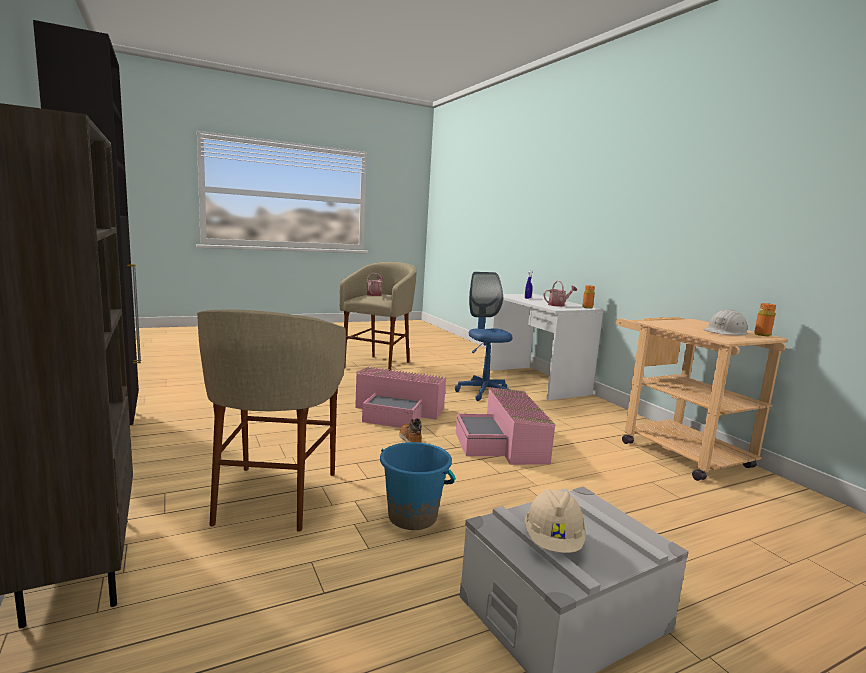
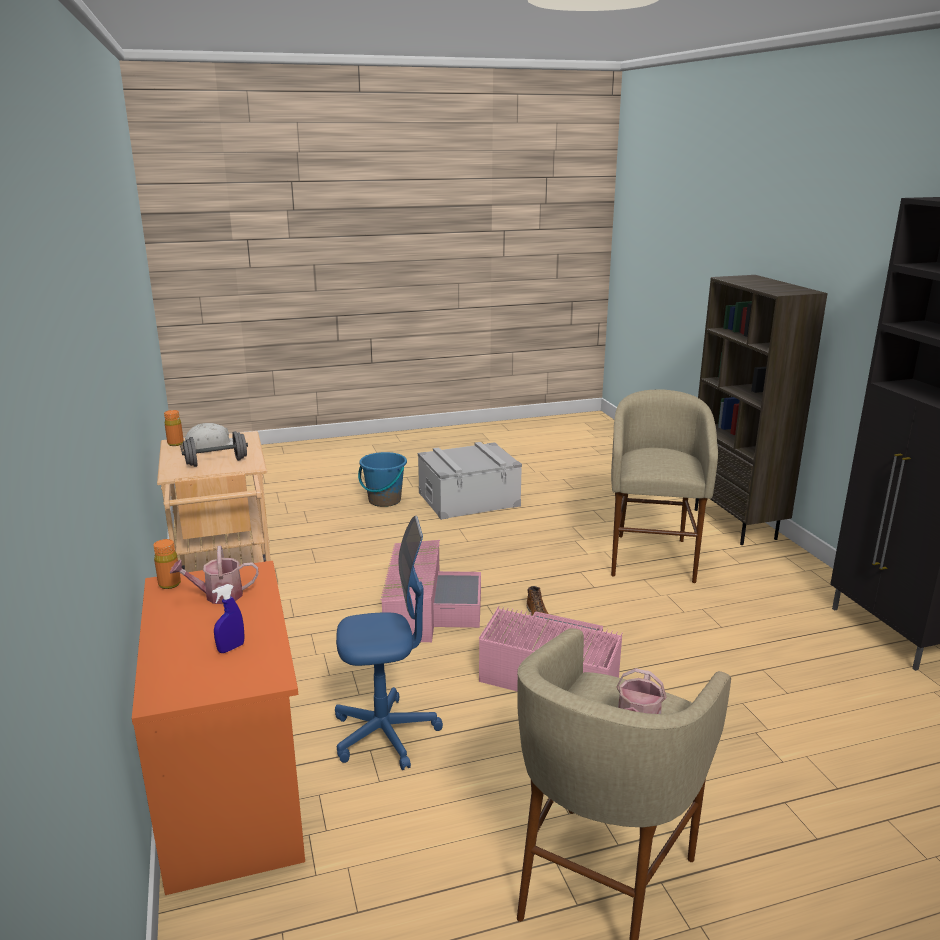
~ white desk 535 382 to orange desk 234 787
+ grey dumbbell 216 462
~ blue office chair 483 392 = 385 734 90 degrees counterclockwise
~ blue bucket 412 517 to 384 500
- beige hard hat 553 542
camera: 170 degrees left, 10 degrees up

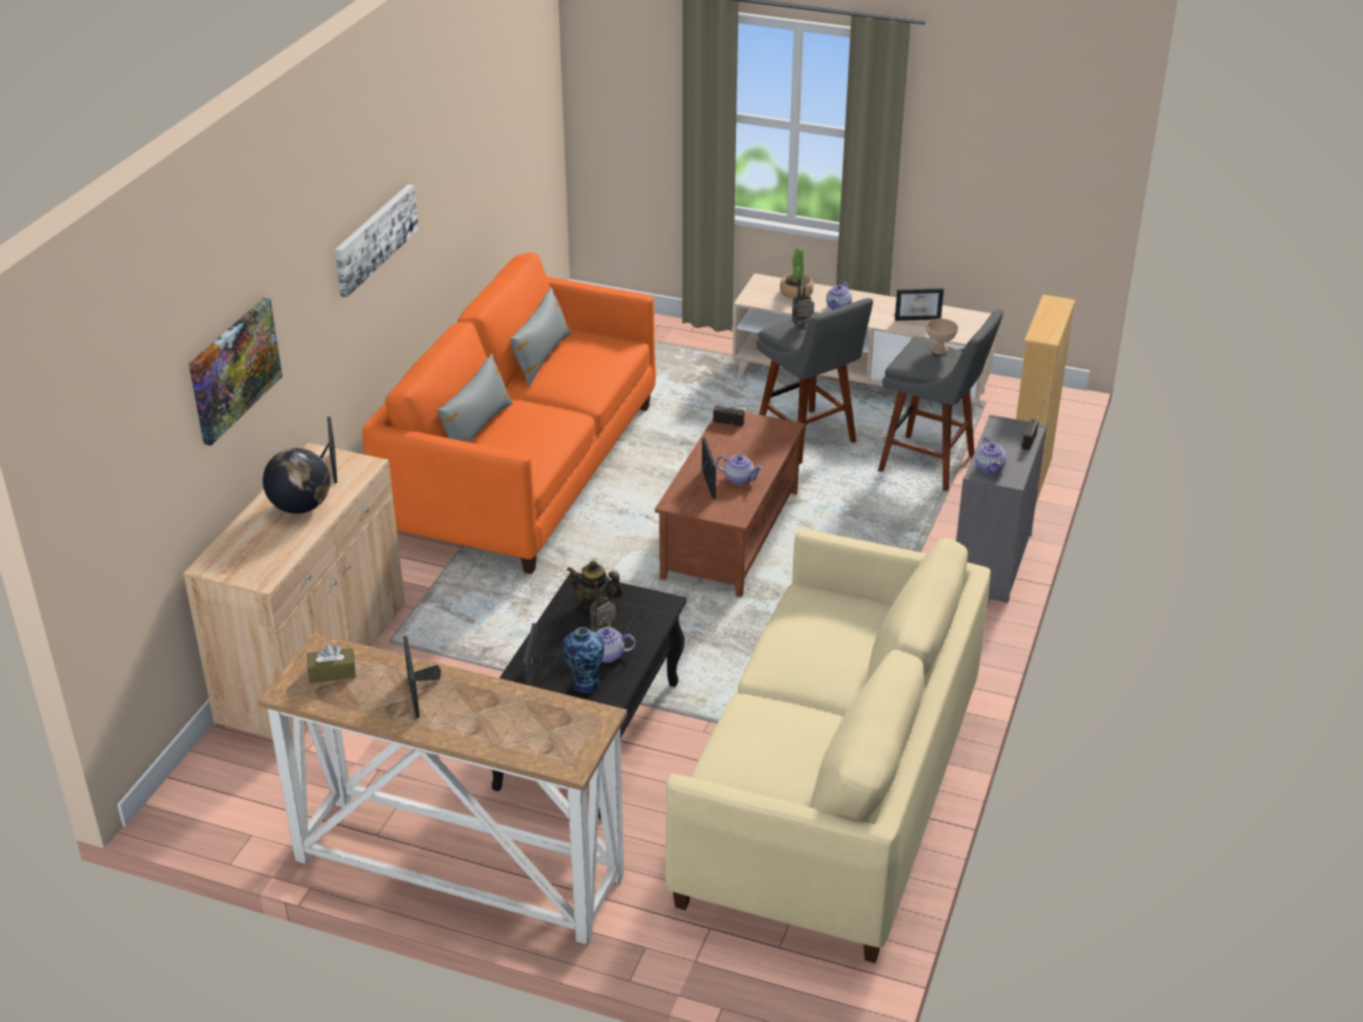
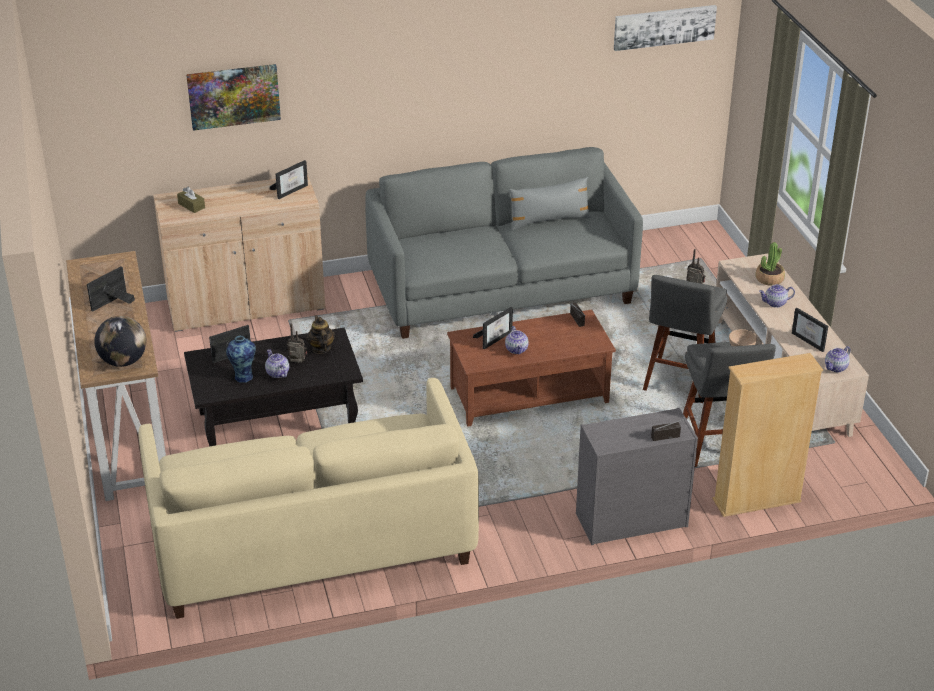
~ globe 300 507 to 123 361
~ brown tissue box 332 673 to 191 206
~ orange sofa 523 470 to grey sofa 501 289
~ picture 374 238 to 664 26
~ teapot 990 468 to 836 368
- grey pillow 477 429
camera: 55 degrees right, 0 degrees up

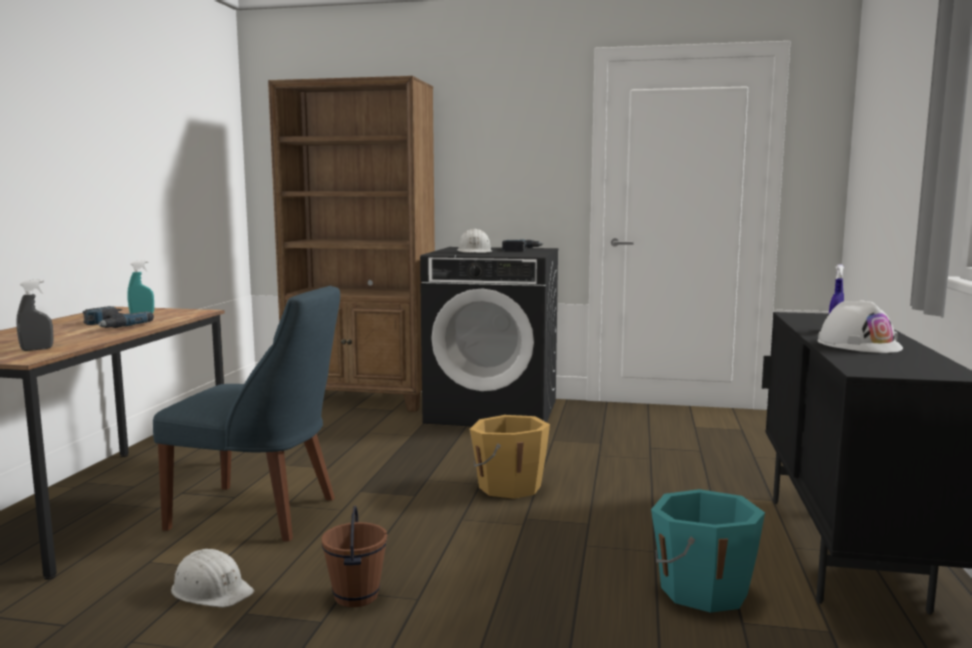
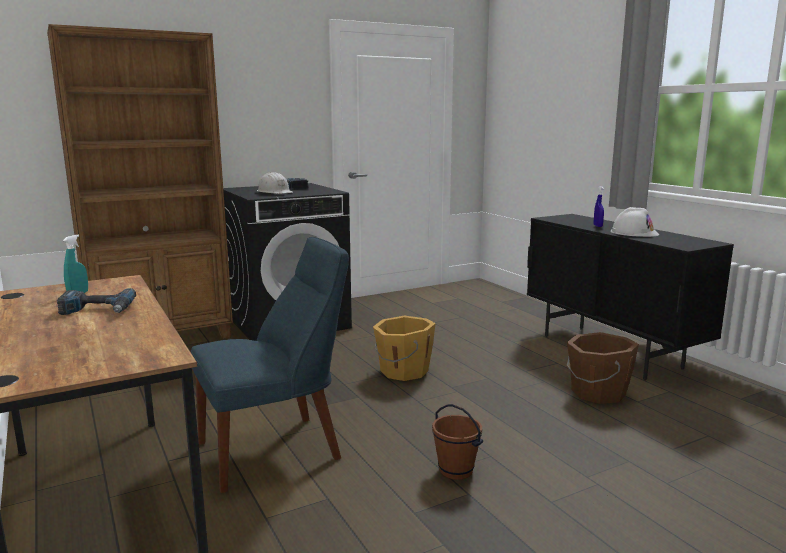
~ turquoise bucket 701 589 to brown bucket 597 393
- grey spray bottle 37 349
- white hard hat 211 590
camera: 40 degrees left, 5 degrees up

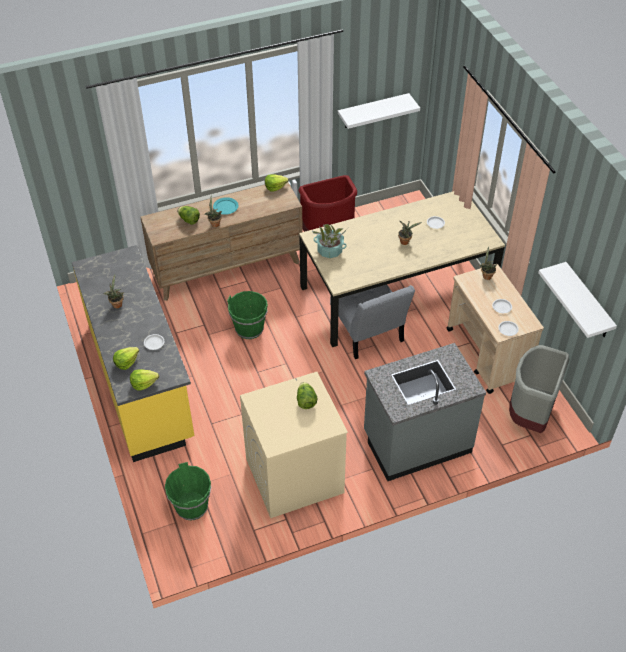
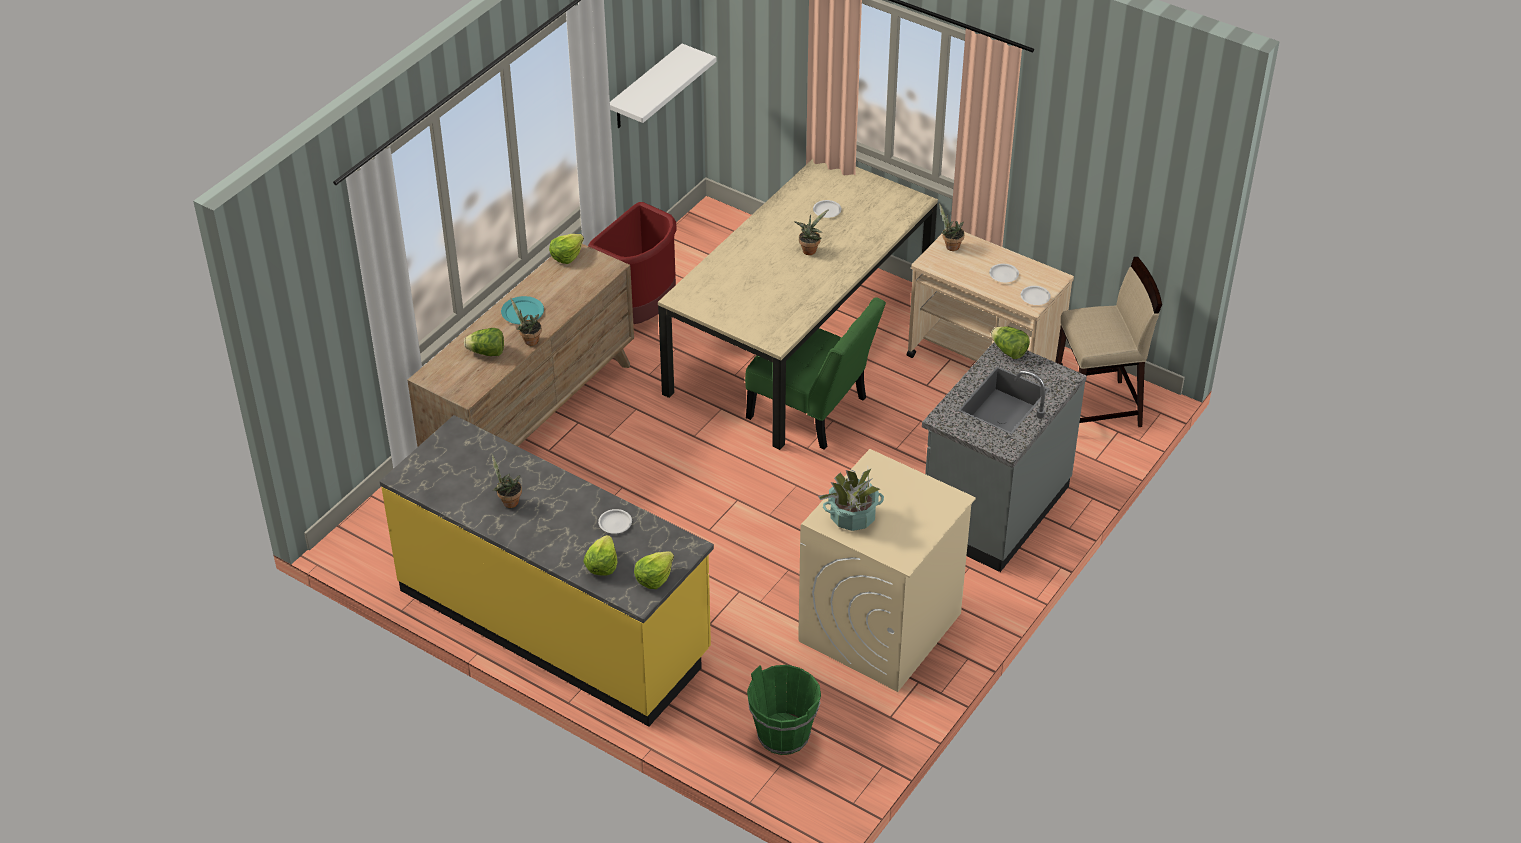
~ grey chair 368 334 to green chair 812 411
~ potted plant 329 250 to 852 516
~ lettuce 306 401 to 1009 351
~ grey trash can 530 415 to beige stool 1097 408
- green bucket 249 329
- white shelf 588 302
camera: 35 degrees left, 5 degrees down

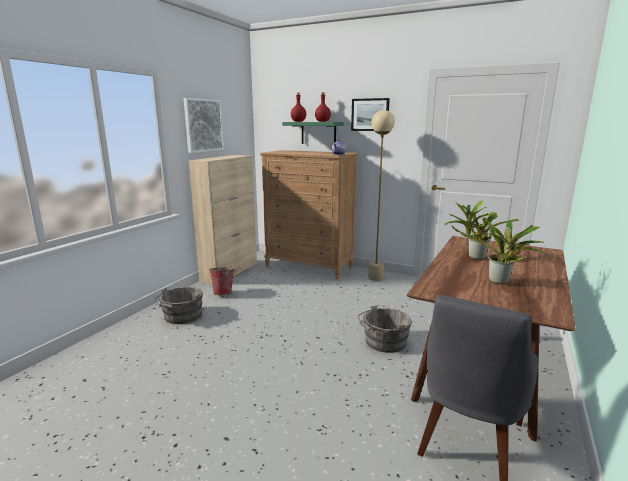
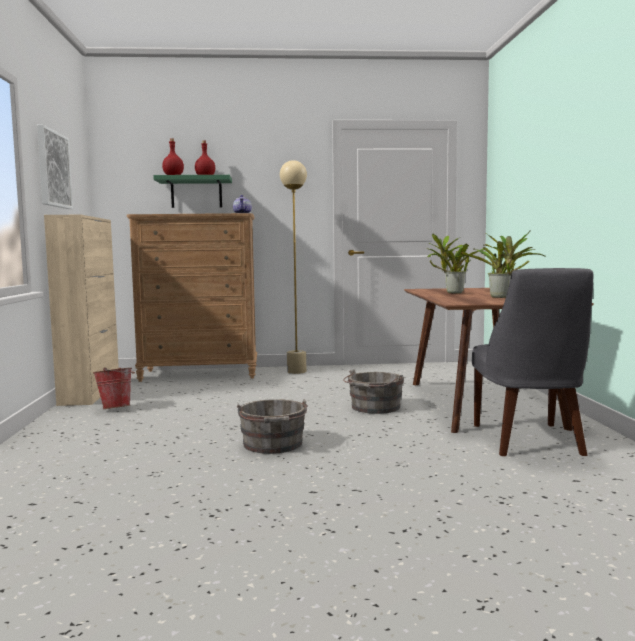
~ grey bucket 181 316 to 273 445
- picture 370 114
camera: 30 degrees left, 10 degrees down

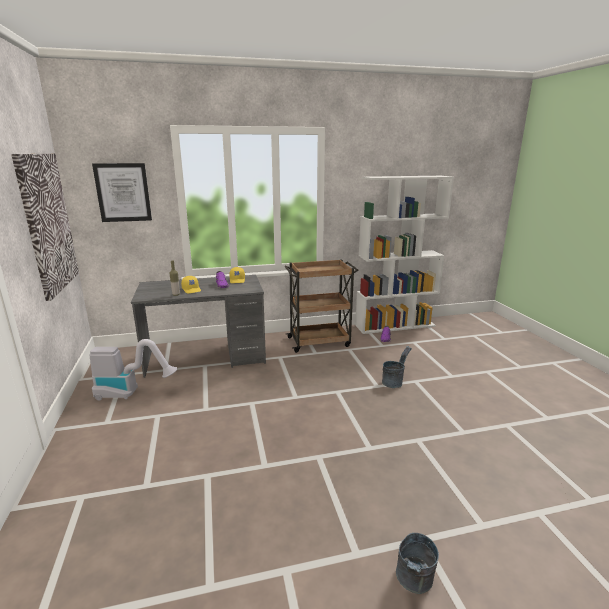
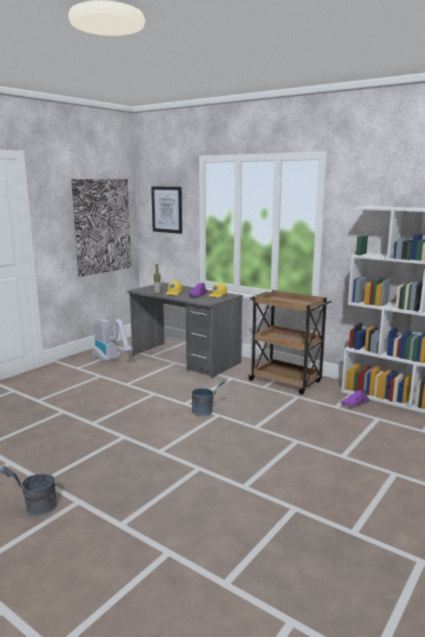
~ grey bucket 394 382 to 206 412
camera: 50 degrees right, 5 degrees down

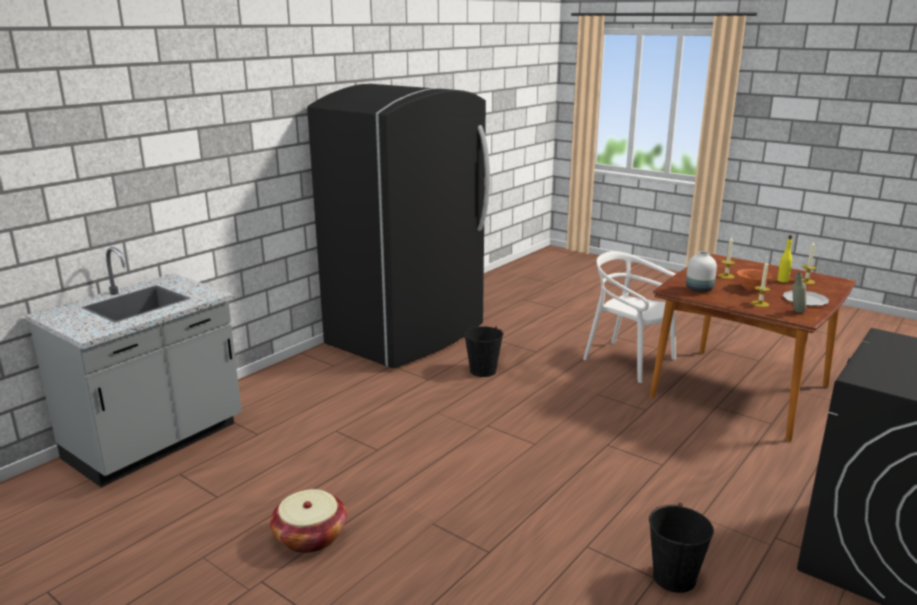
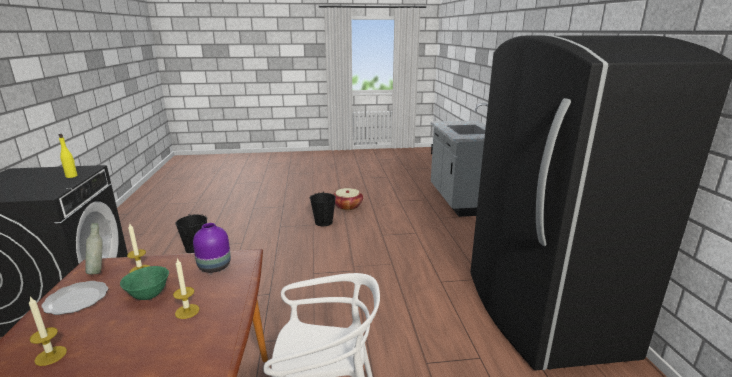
~ yellow bottle 782 280 to 72 176
~ orange bowl 752 289 to green bowl 148 295
~ white vase 698 289 to purple vase 215 267
~ black bucket 482 371 to 324 222
camera: 135 degrees right, 0 degrees up

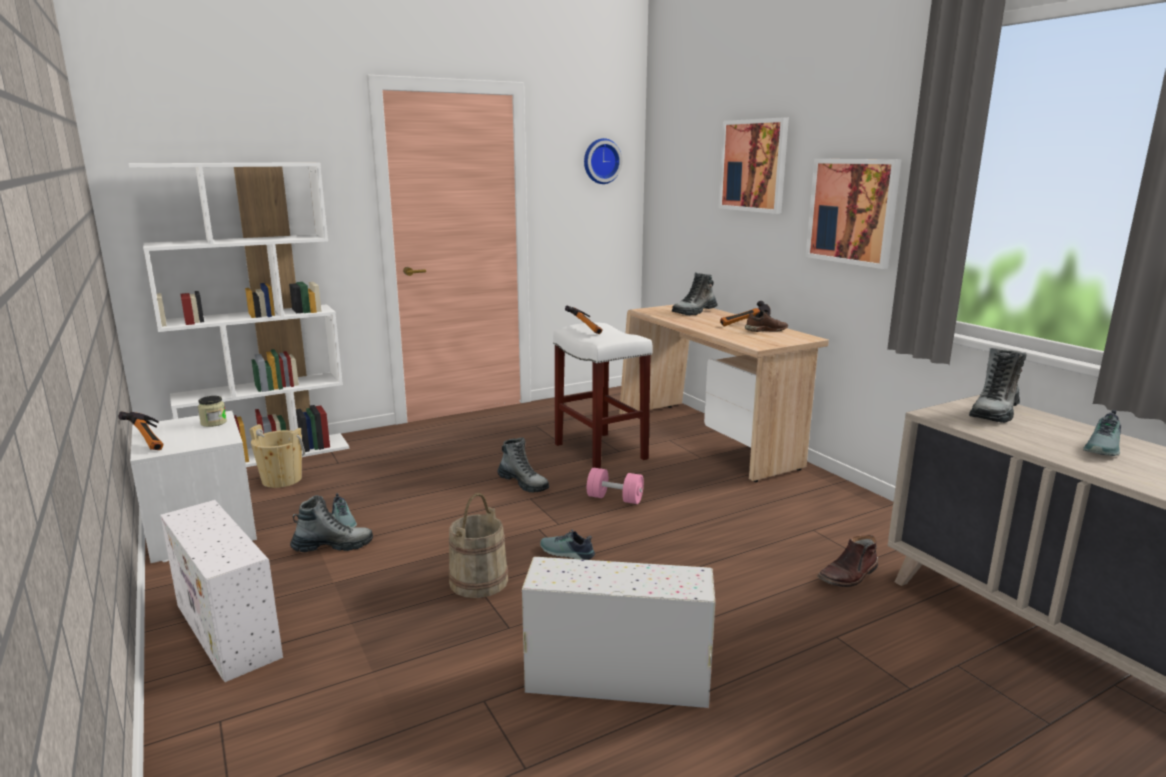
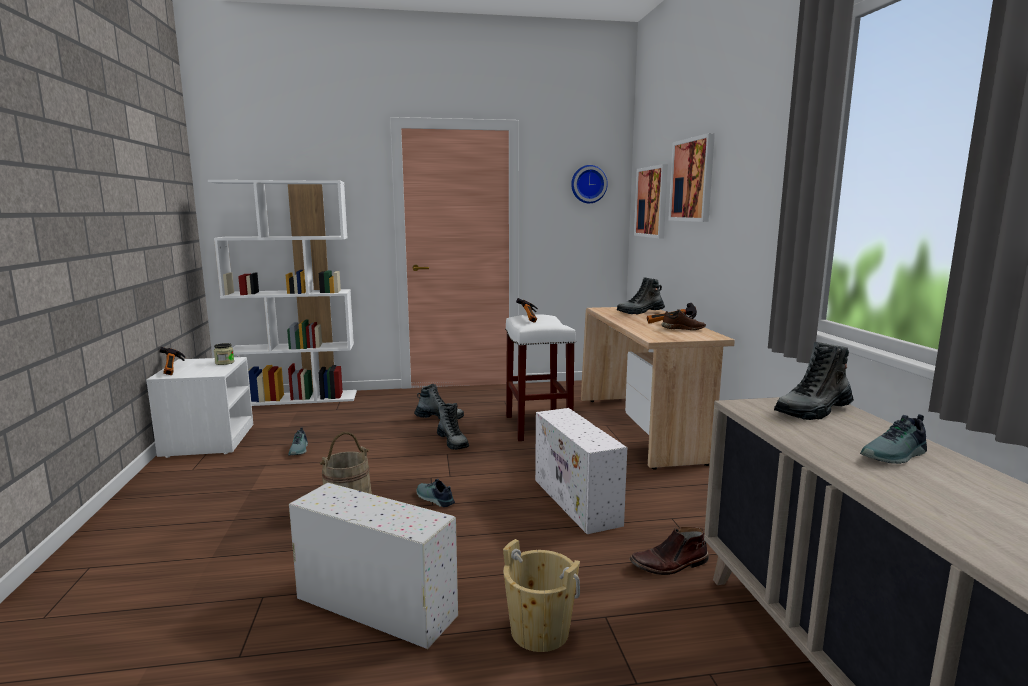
~ boot 333 546 to 439 418
~ beige bucket 282 480 to 540 631
~ white storage box 228 630 to 577 502
~ picture 852 211 to 652 202
- pink dumbbell 615 498
camera: 20 degrees right, 5 degrees down

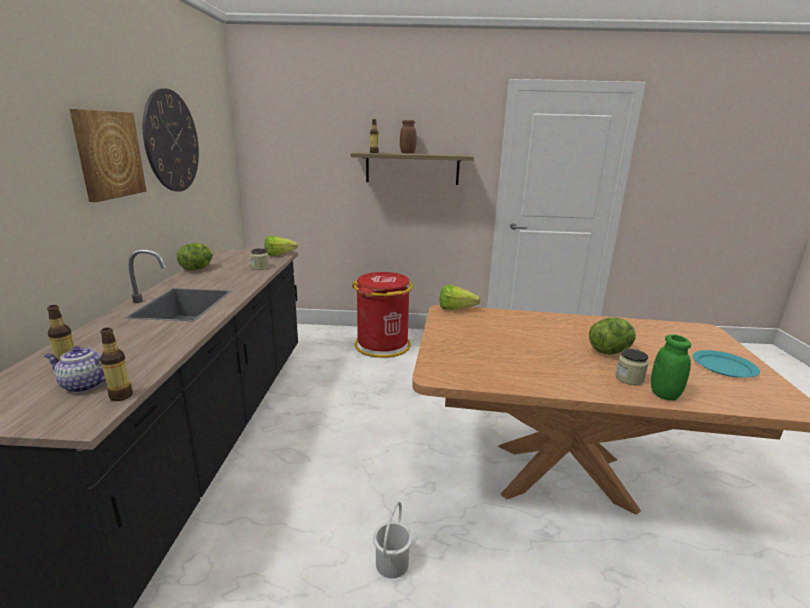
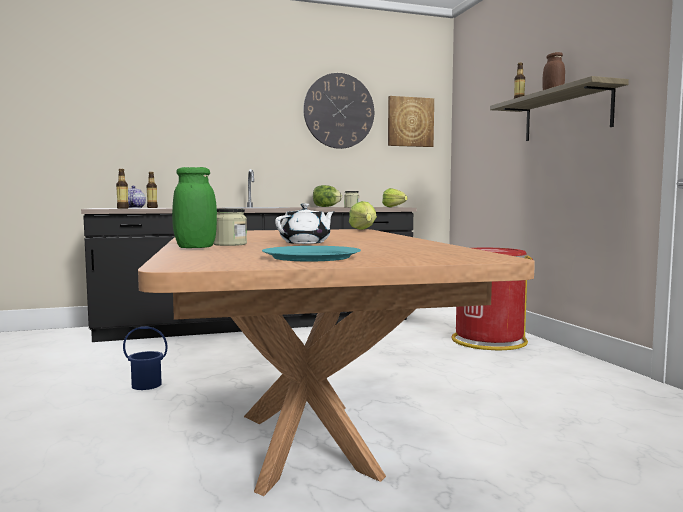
~ white bucket 391 563 to blue bucket 146 385
~ lettuce 609 351 to white teapot 306 243
~ picture 108 154 to 410 122
camera: 70 degrees right, 15 degrees down

